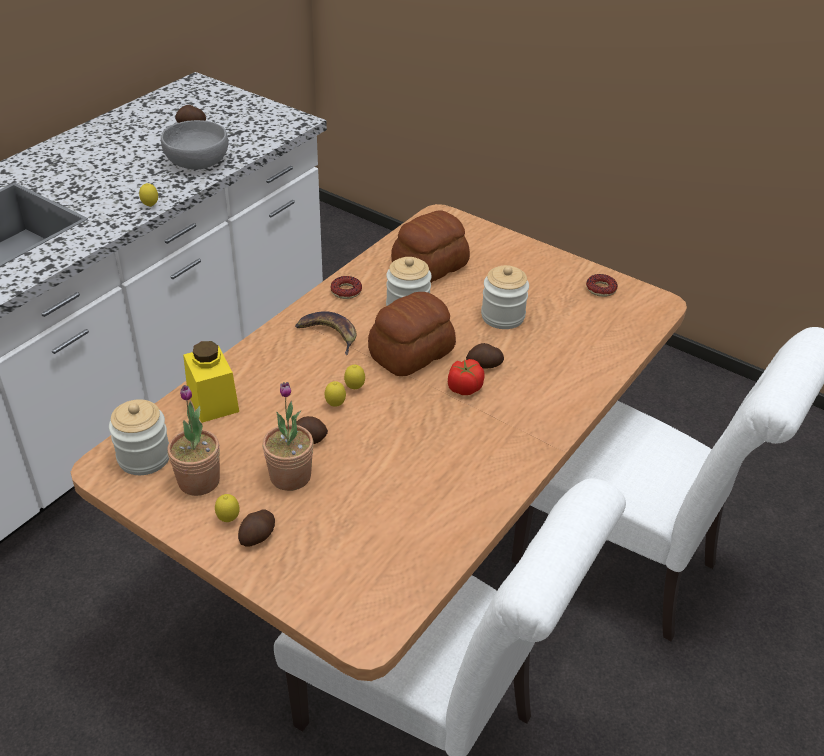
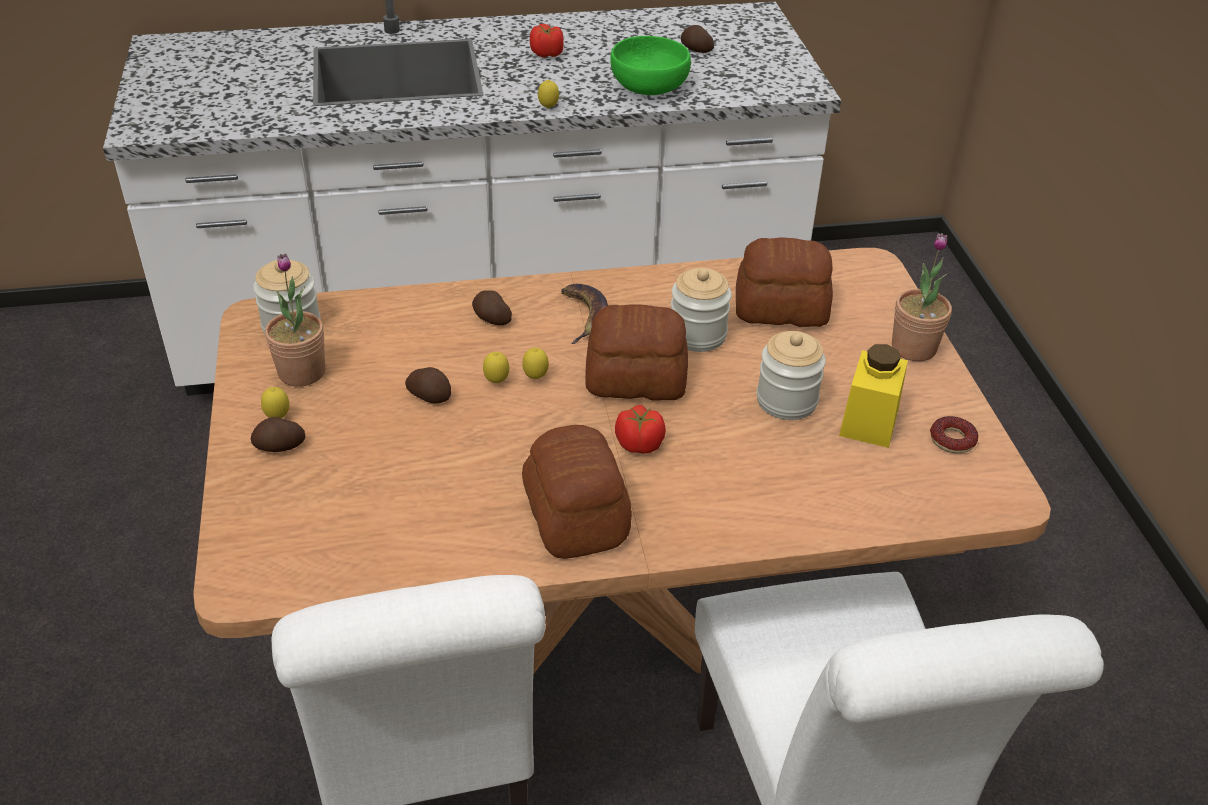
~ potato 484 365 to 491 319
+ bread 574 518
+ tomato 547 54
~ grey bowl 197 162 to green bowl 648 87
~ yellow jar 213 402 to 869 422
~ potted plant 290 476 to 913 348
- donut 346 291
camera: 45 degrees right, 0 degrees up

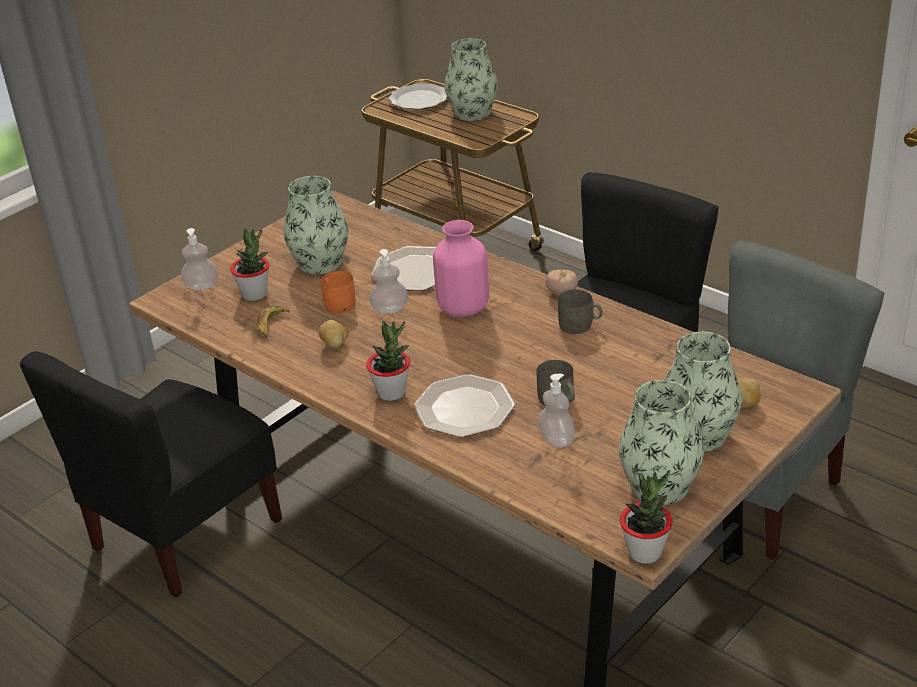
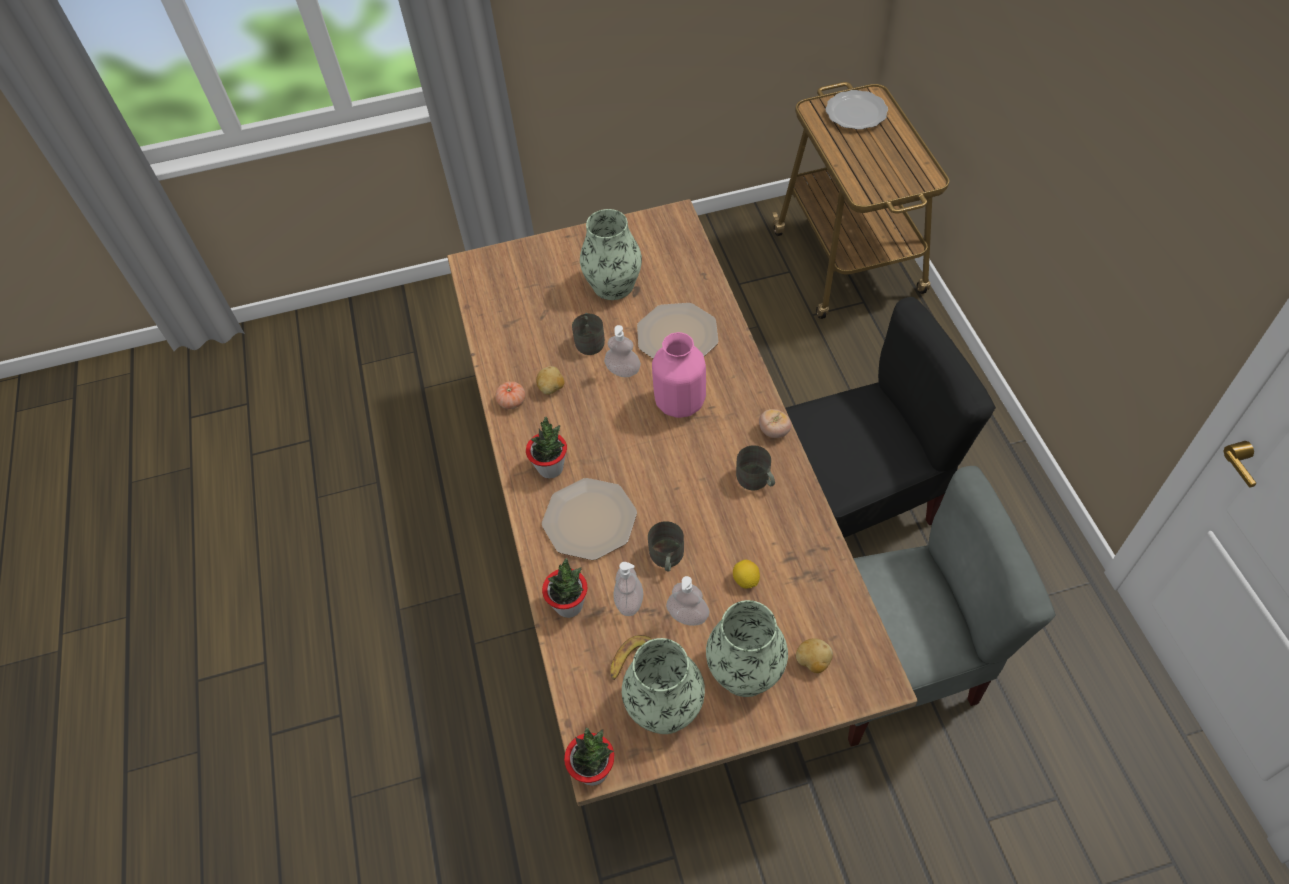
+ tomato 512 401
~ potted plant 255 294 to 569 605
~ orange mug 337 303 to grey mug 590 340
~ banana 271 325 to 631 660
~ soap dispenser 202 286 to 688 615
+ lemon 746 580
- black chair 184 534
- vase 472 113
camera: 35 degrees right, 20 degrees up

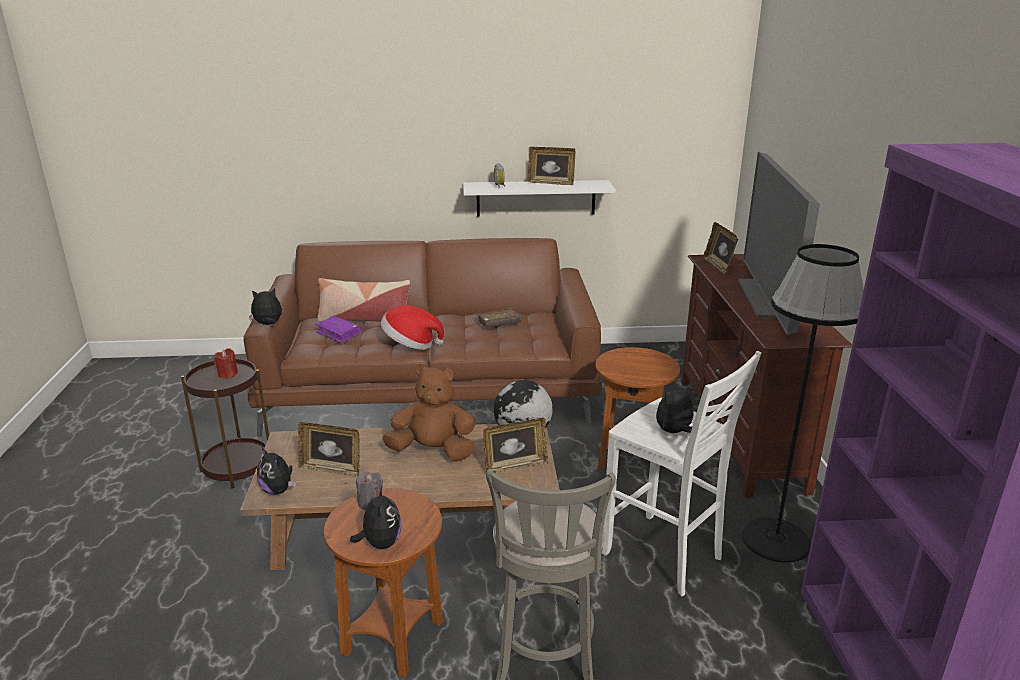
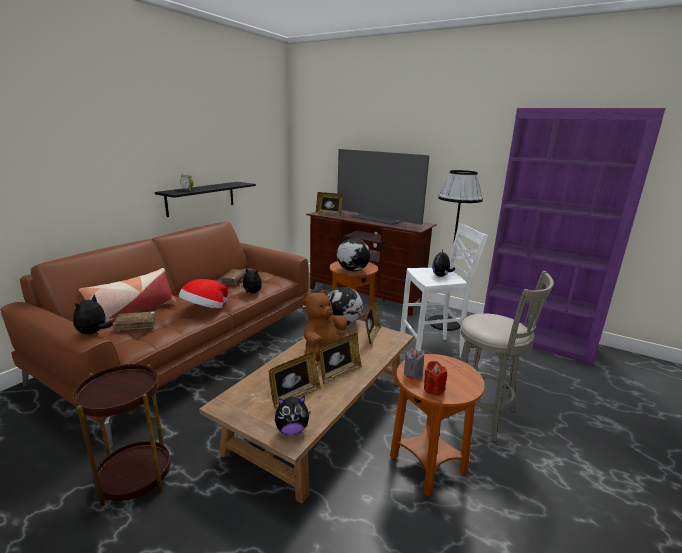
~ purple book 339 334 to brown book 136 325
~ white shelf 536 198 to black shelf 201 198
~ plush toy 380 543 to 251 293
~ picture frame 551 183 to 339 374
+ globe 352 270
~ red candle 227 374 to 433 389
camera: 55 degrees left, 5 degrees down

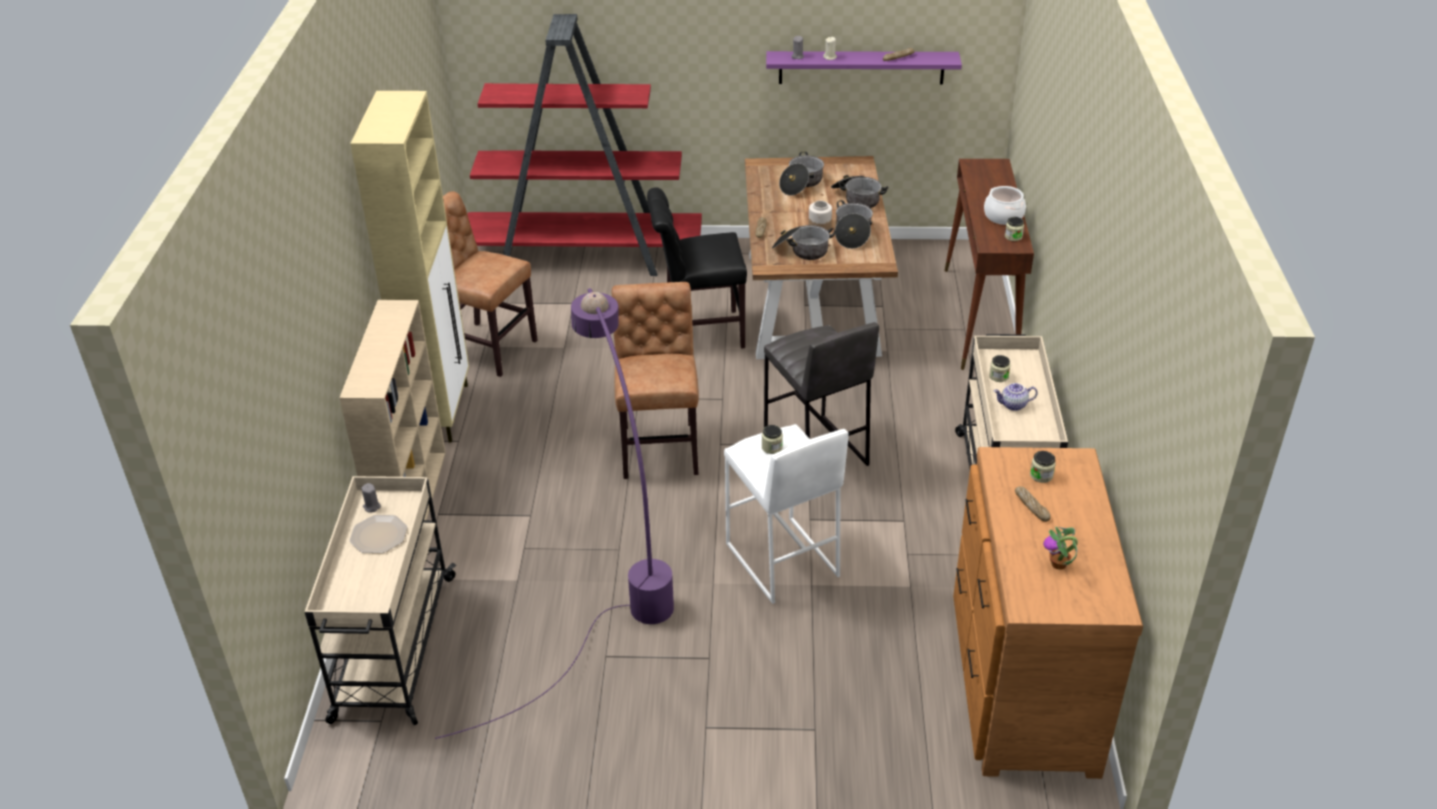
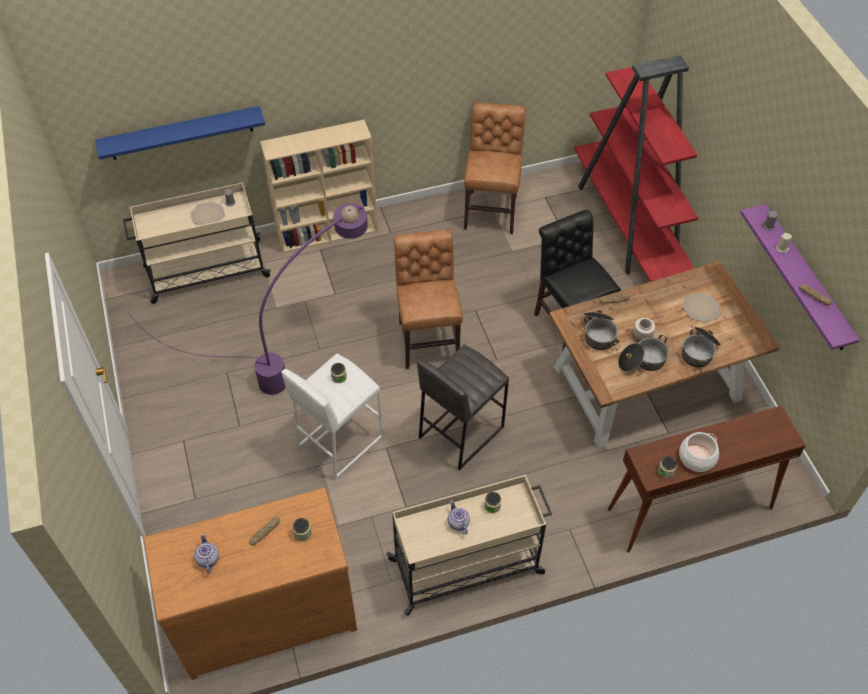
+ blue shelf 181 133
~ potted plant 1059 564 to teapot 207 559
~ brown chair 659 446 = 428 339 75 degrees counterclockwise
~ cooking pot 801 183 to plate 701 308
- beige cabinet 441 411
camera: 70 degrees right, 15 degrees up

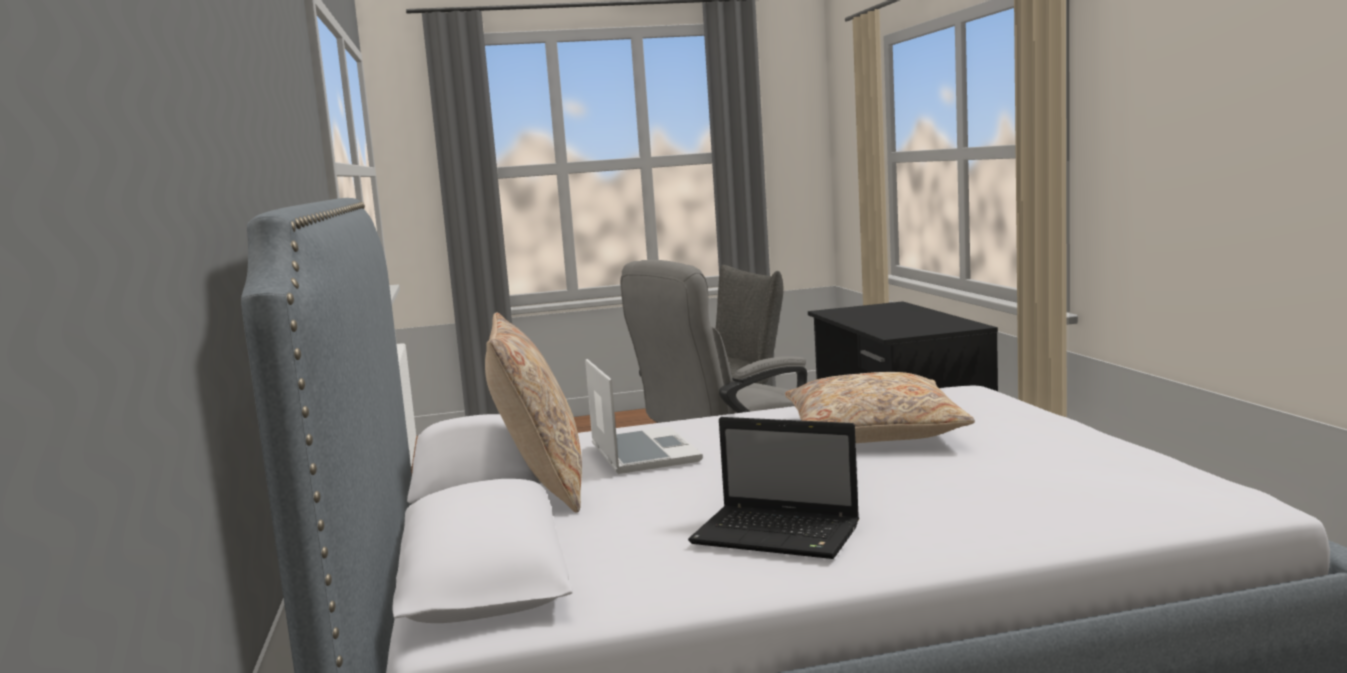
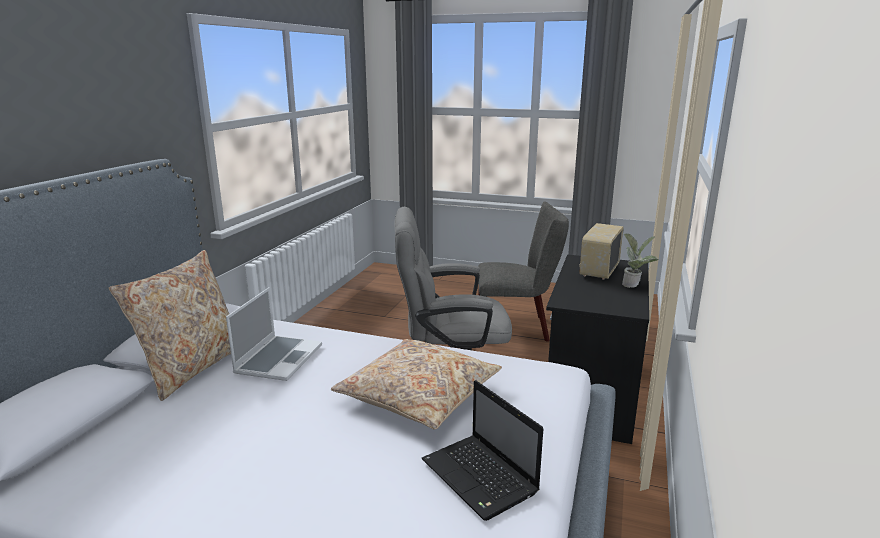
~ laptop 779 535 to 481 478
+ radio 598 271
+ potted plant 634 285
camera: 30 degrees right, 10 degrees up

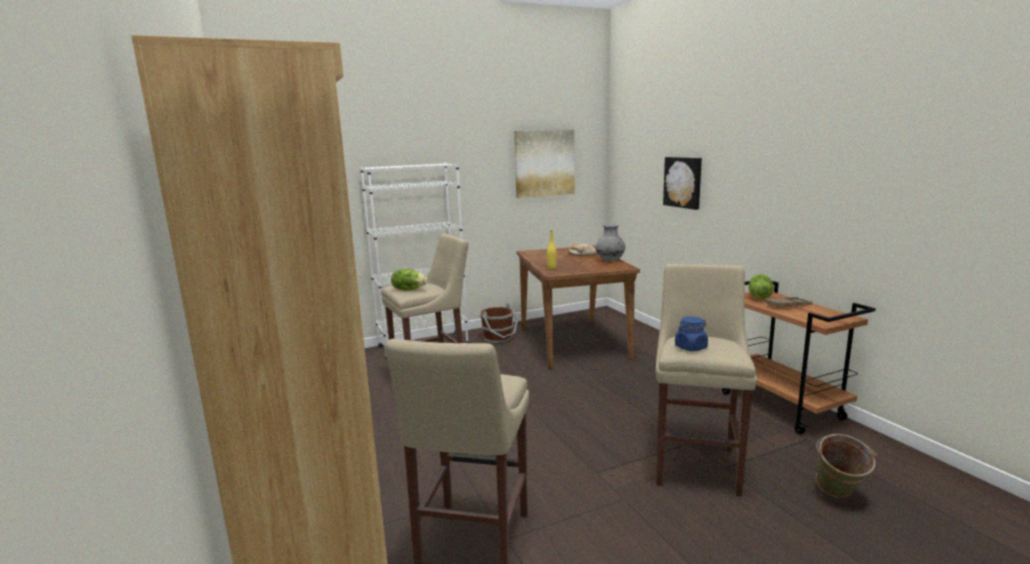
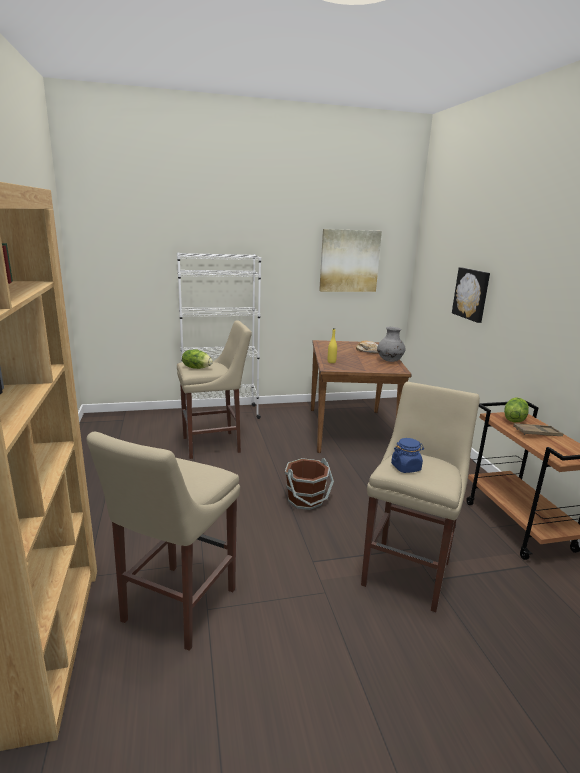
~ brown bucket 498 338 to 306 500
- green bucket 838 496
camera: 10 degrees right, 5 degrees up

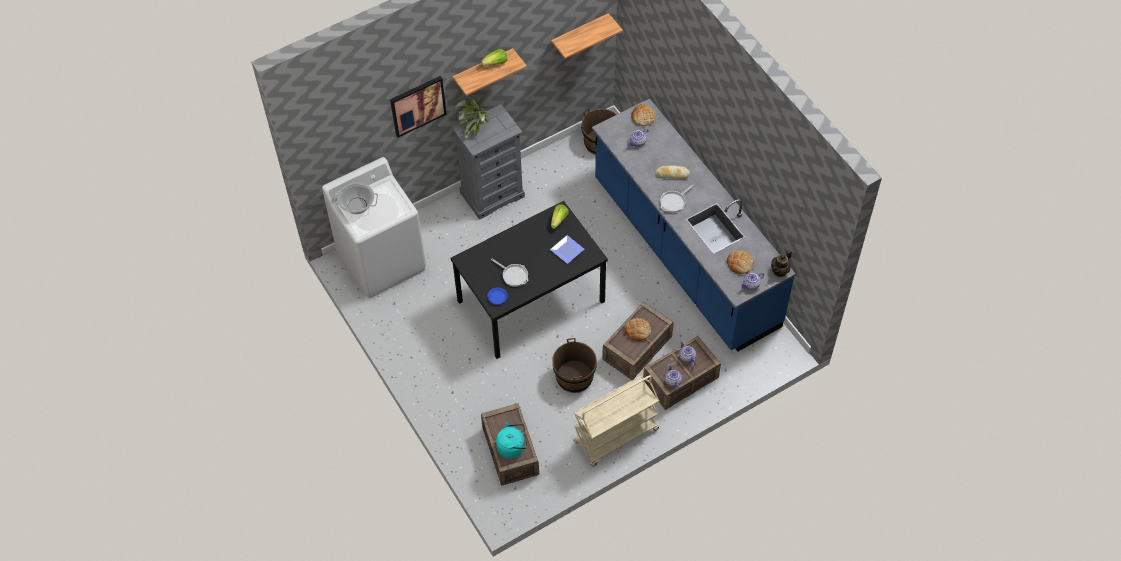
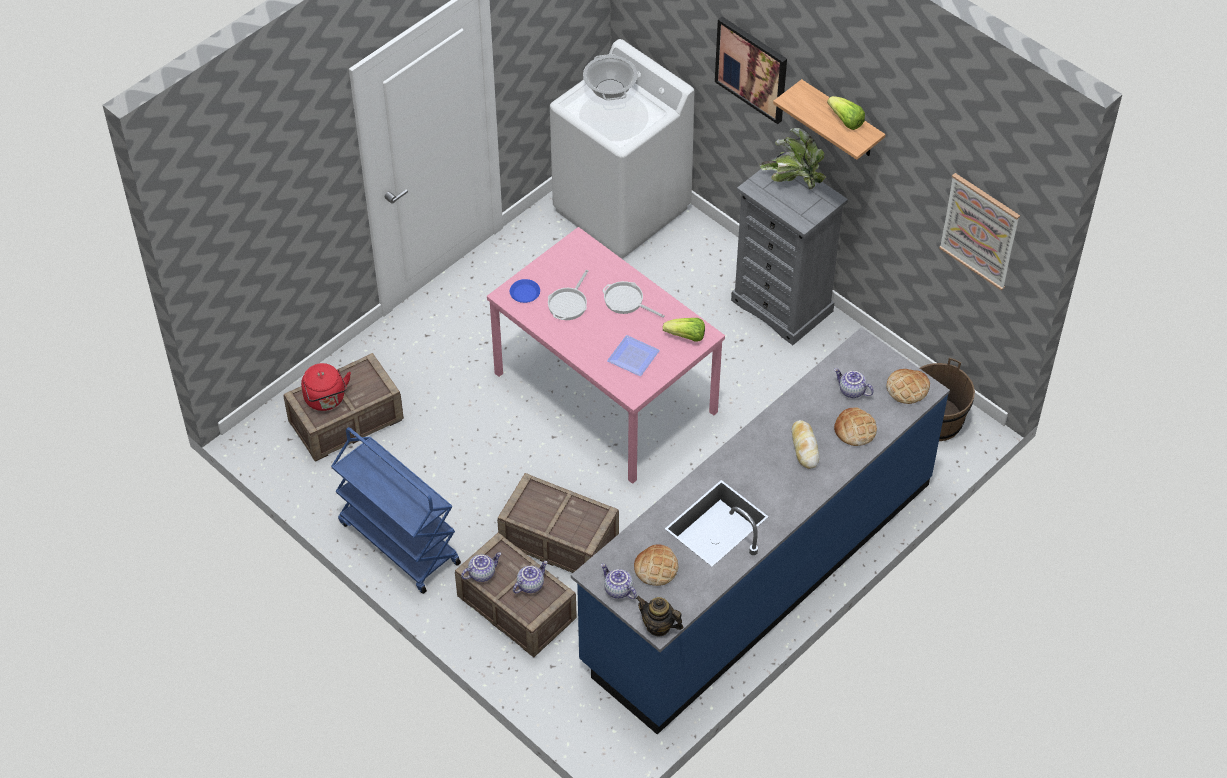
~ turquoise kettle 512 447 to red kettle 326 400
~ beige cart 615 437 to blue cart 398 542
~ black dining table 531 300 to pink dining table 607 392
~ frying pan 674 201 to 626 301
~ bread 637 330 to 855 430
~ shelf 579 35 to picture 980 230
- brown bucket 574 377
camera: 75 degrees right, 5 degrees down

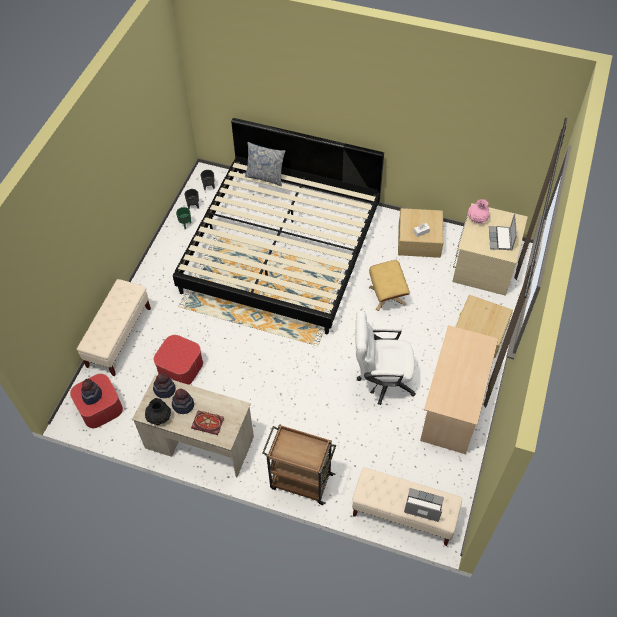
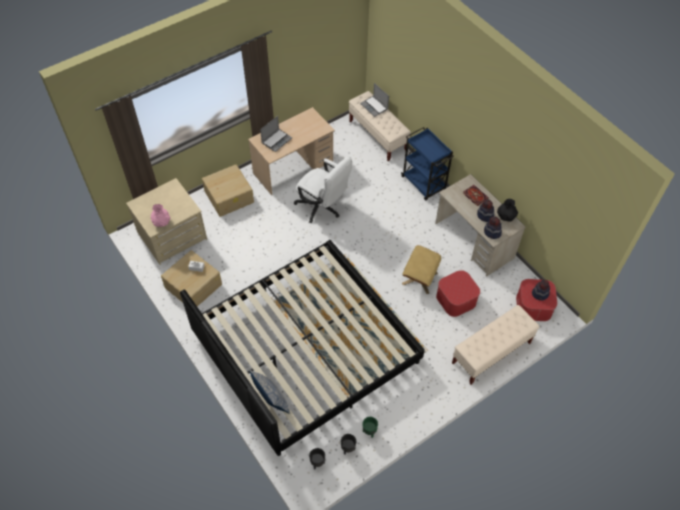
~ laptop 501 239 to 276 140
~ brown cart 300 481 to blue cart 424 183
~ beige ottoman 387 295 to 419 278
camera: 145 degrees left, 0 degrees up

